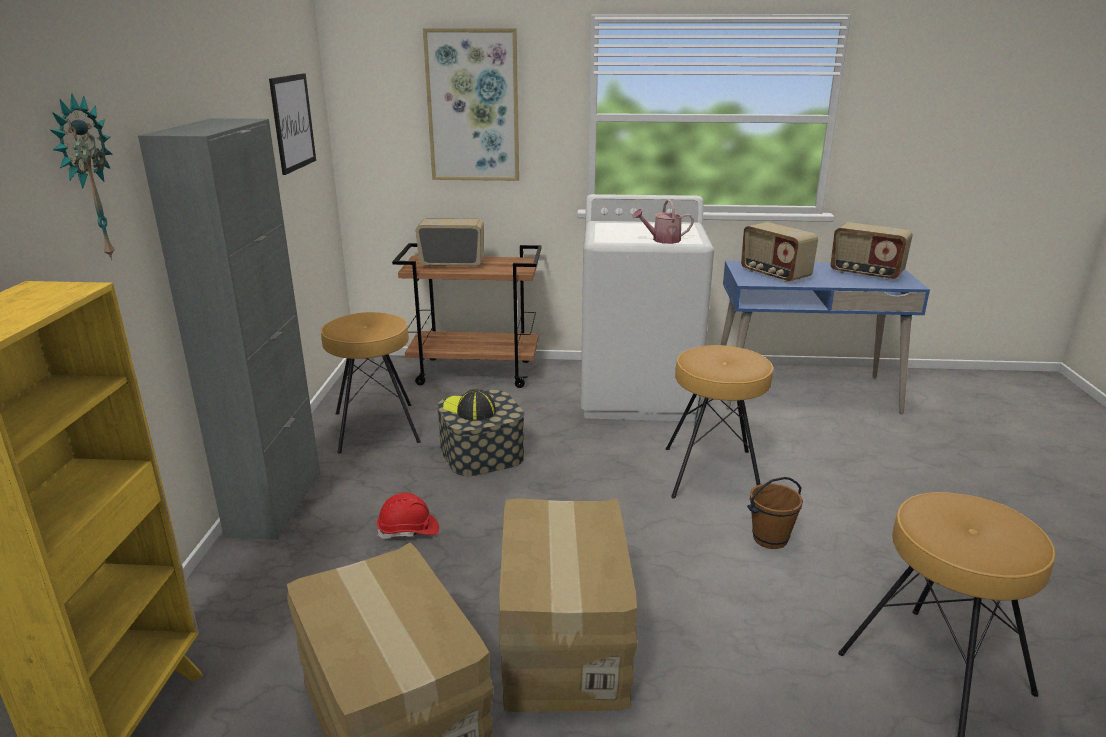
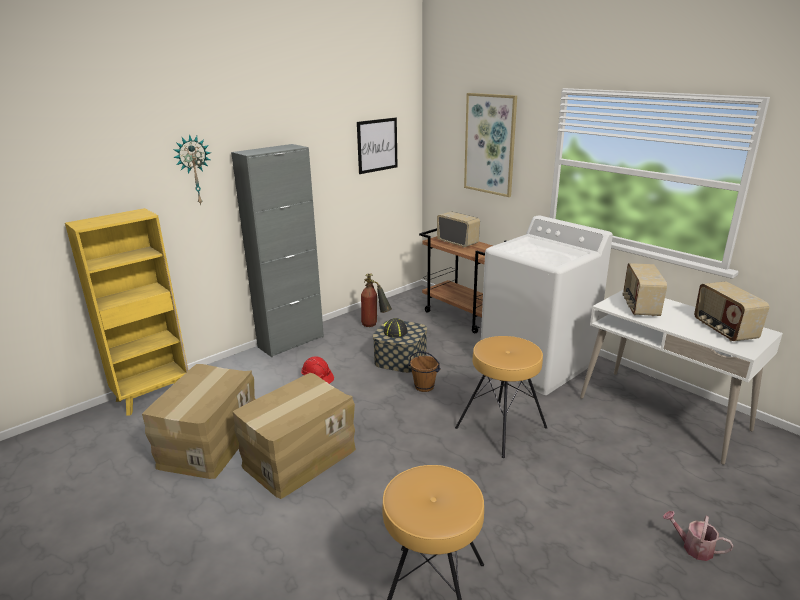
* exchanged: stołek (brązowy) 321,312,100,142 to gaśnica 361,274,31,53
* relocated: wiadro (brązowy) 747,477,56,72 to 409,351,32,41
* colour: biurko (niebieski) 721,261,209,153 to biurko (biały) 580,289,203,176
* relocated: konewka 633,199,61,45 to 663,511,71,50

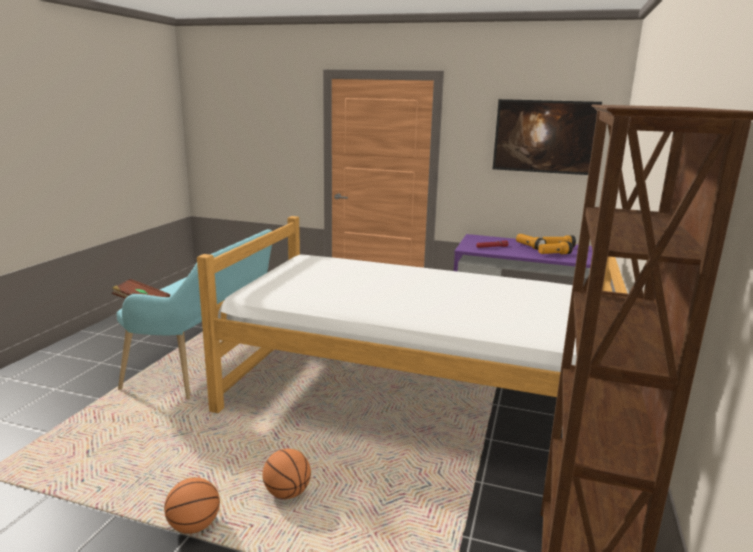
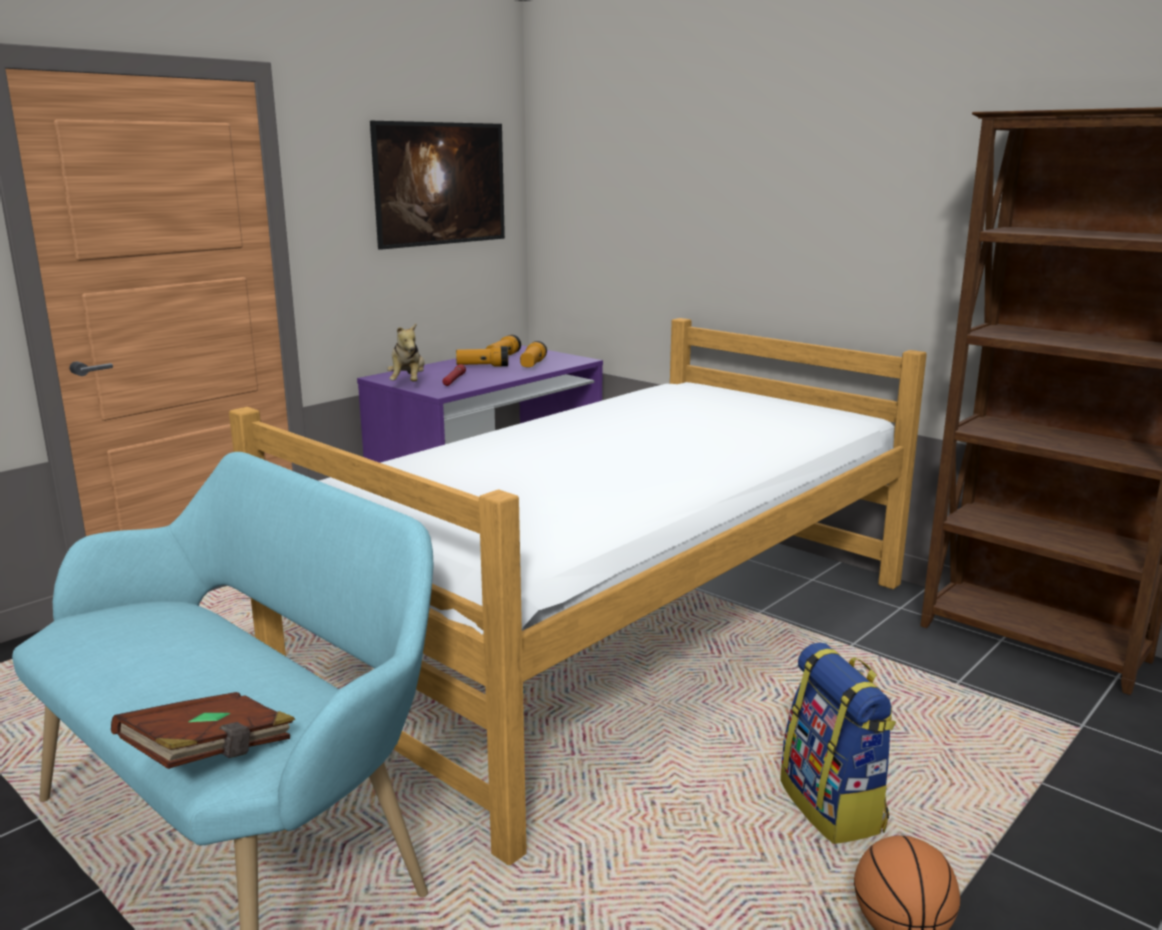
* appeared: pluszak 387,324,38,57
* exchanged: piłka do koszykówki 262,449,49,50 to plecak 780,642,116,202

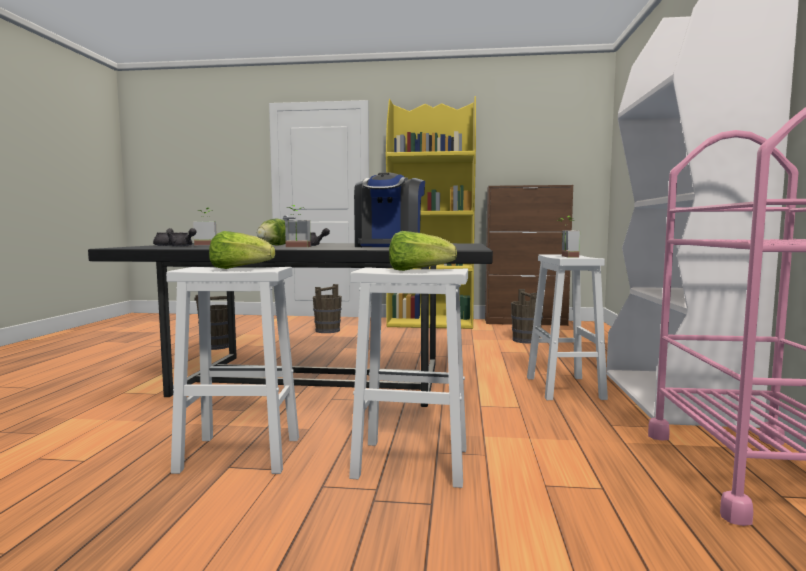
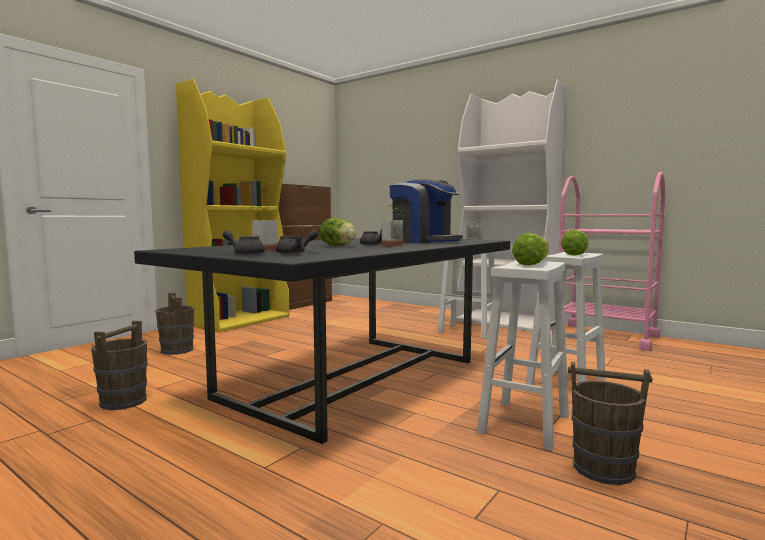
* relocated: wiadro (brązowy) 511,289,33,55 to 568,361,84,124

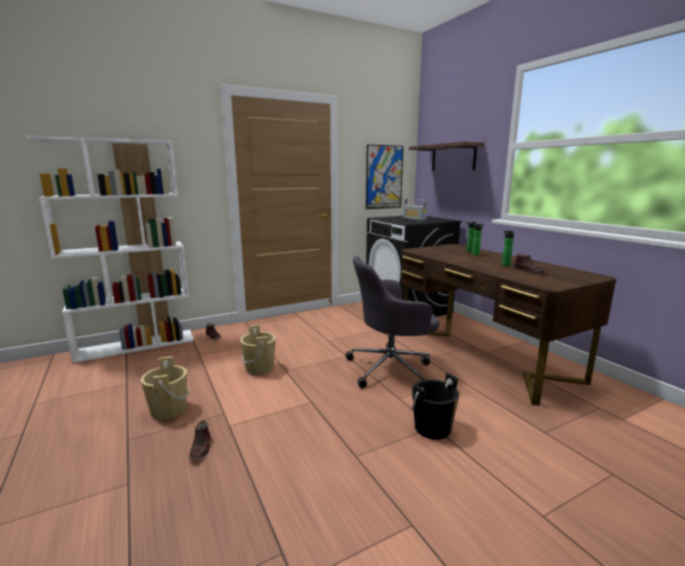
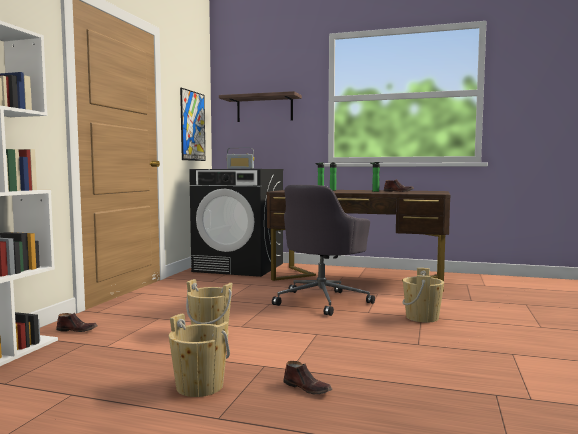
* colour: wiadro (czarny) 411,373,48,67 to wiadro (beżowy) 403,268,41,55

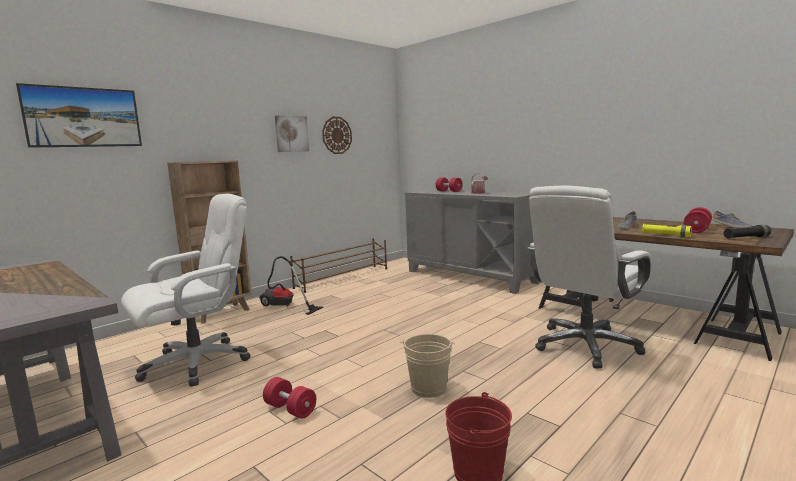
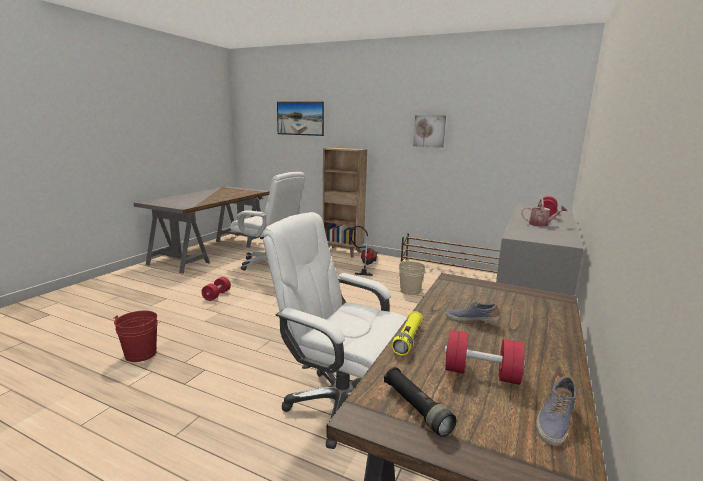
* relocated: wiadro (beżowy) 401,334,54,64 to 399,259,27,36
* missing: zegar ścienny 322,117,30,37

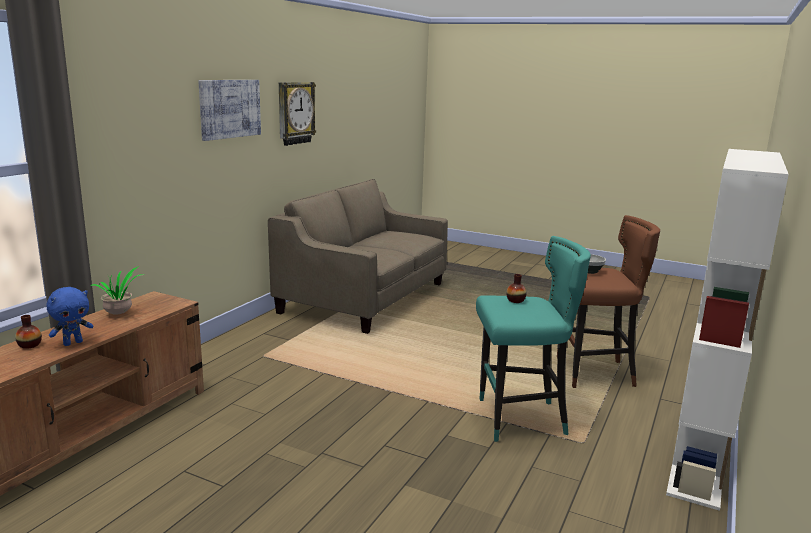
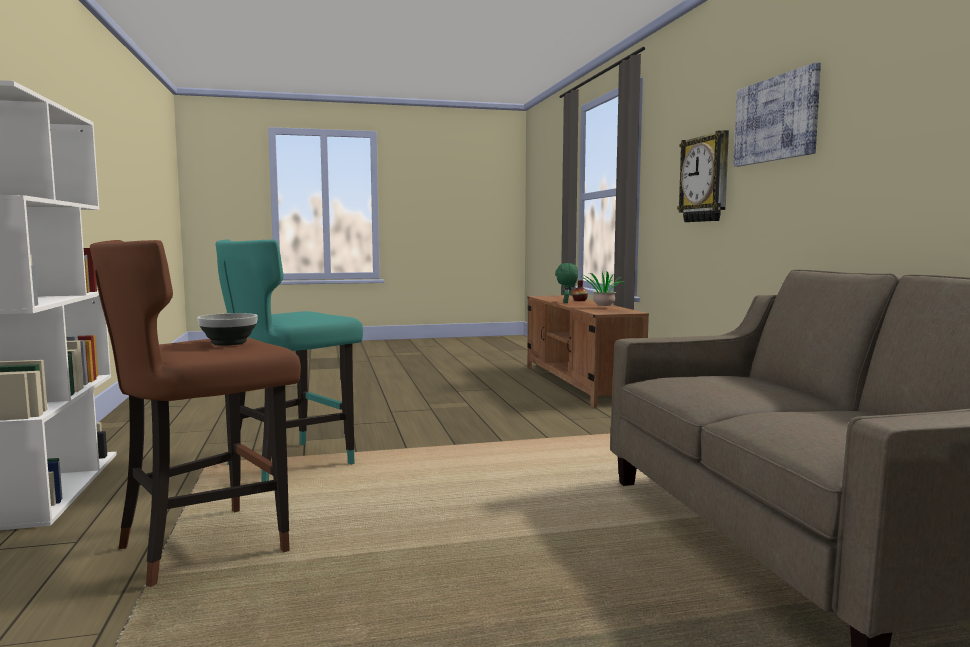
* colour: pluszak (niebieski) 46,287,47,59 to pluszak (zielony) 555,263,23,40
* relocated: zegar ścienny 279,82,37,64 to 677,130,52,92
* missing: wazon 506,274,20,29

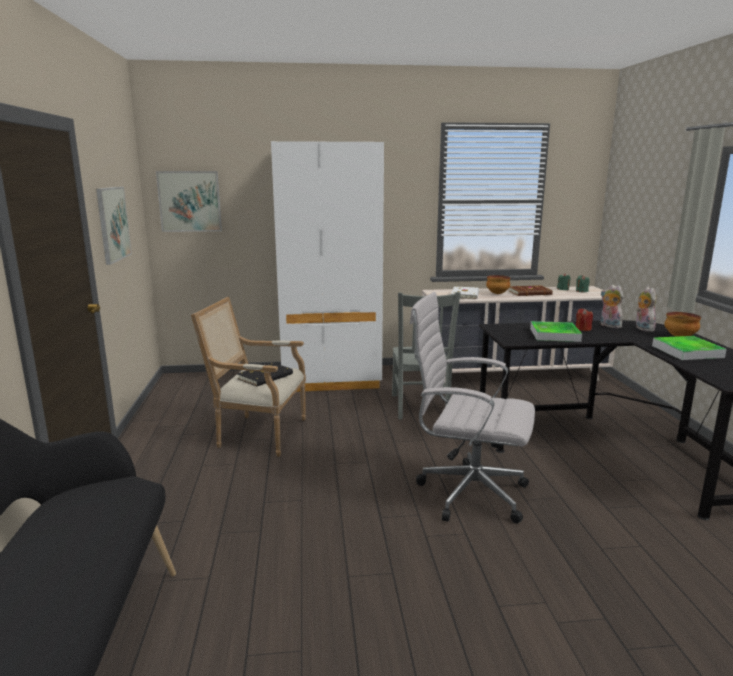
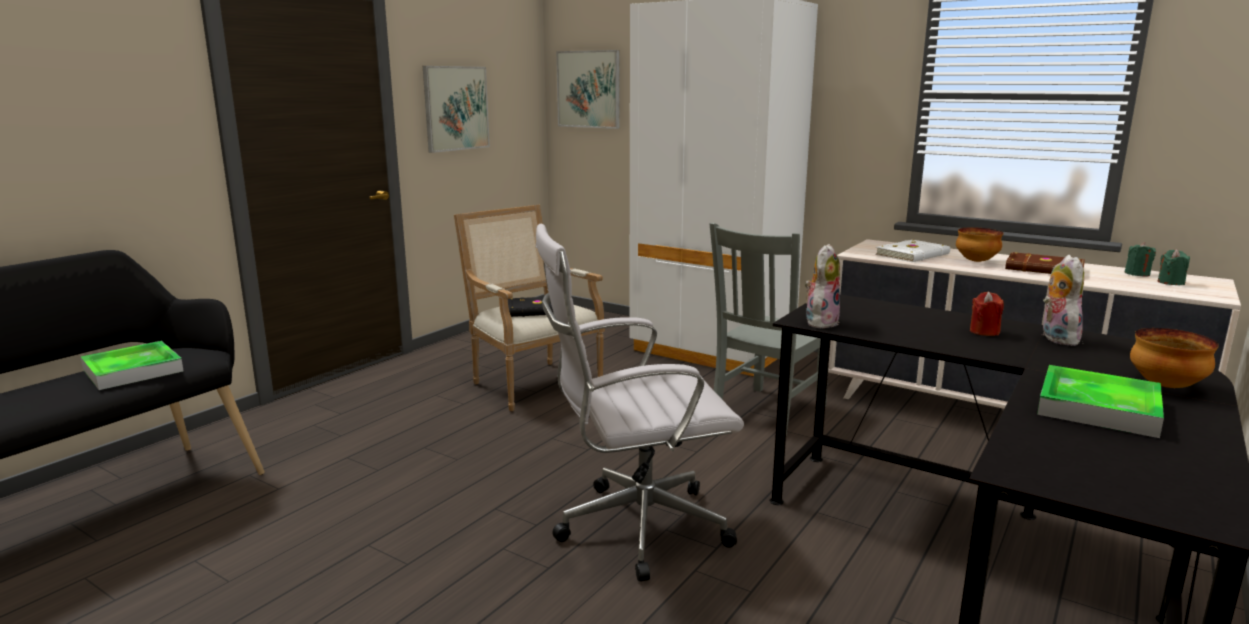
* relocated: taca 530,321,52,21 to 81,341,102,49
* spun: krzesło biurowe (biały) 410,292,125,232 = 536,224,208,358 75 degrees counterclockwise
* relocated: pluszak 636,287,20,45 to 805,244,35,84

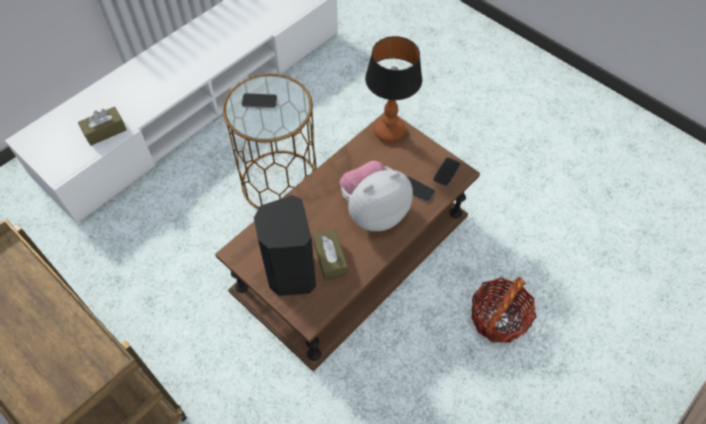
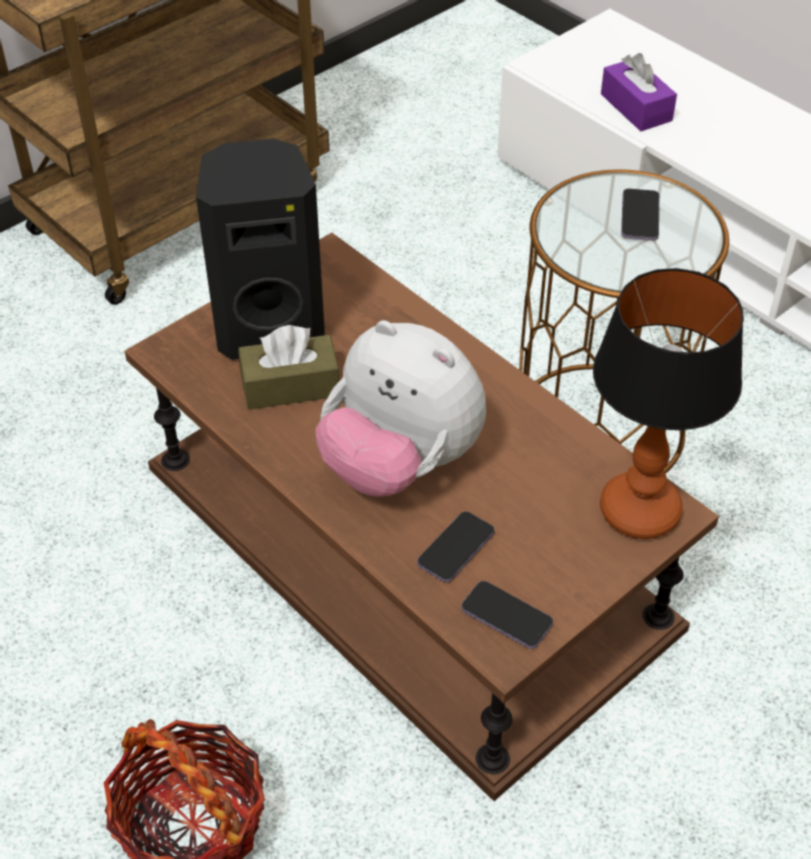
* spun: pluszak 340,161,73,70 = 316,320,170,177 150 degrees clockwise
* colour: pudełko chusteczek (brązowy) 78,107,49,39 to pudełko chusteczek (fioletowy) 601,53,76,78

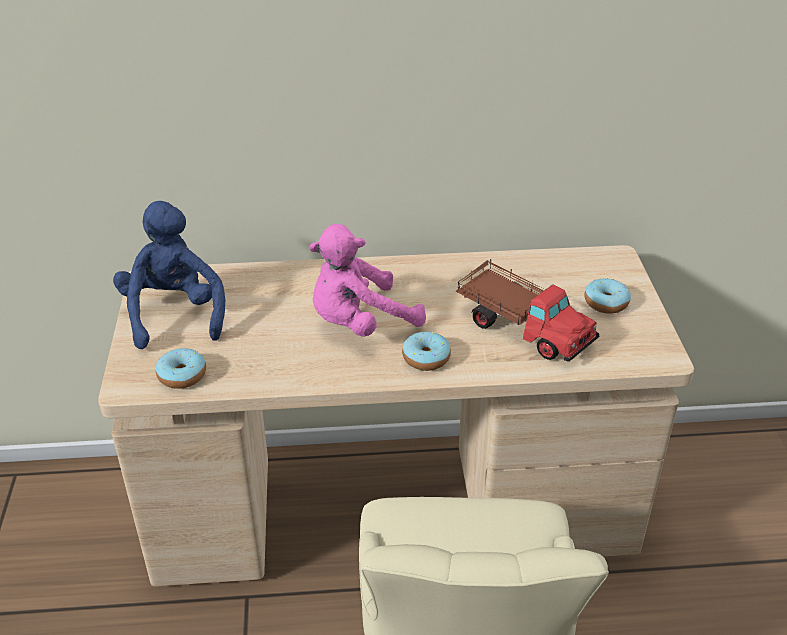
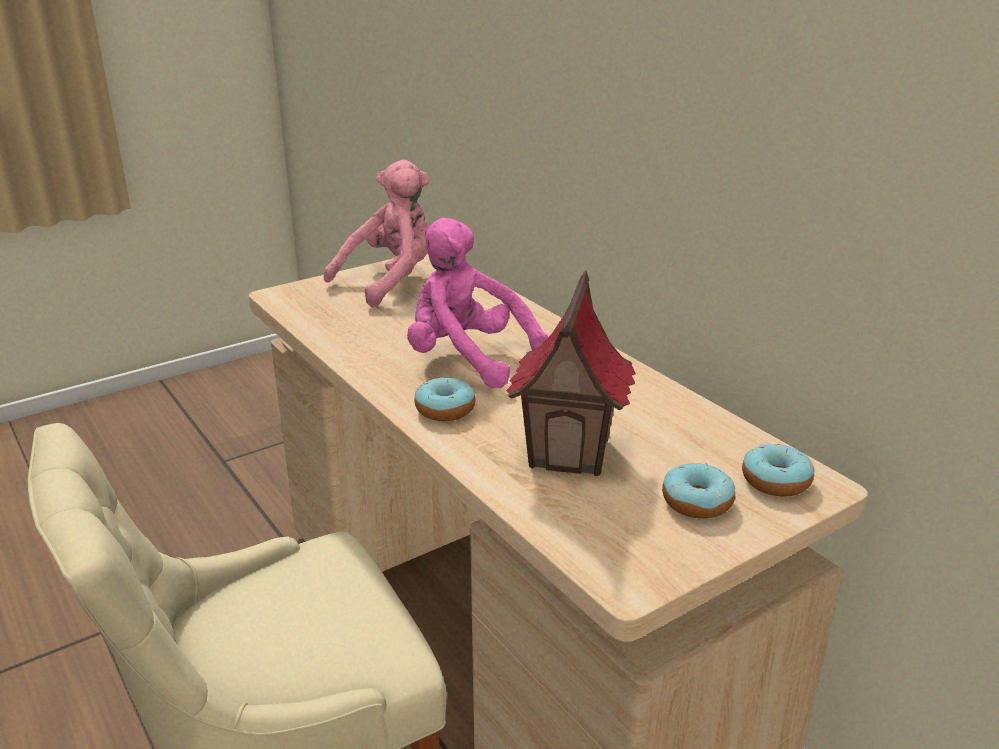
* colour: pluszak (niebieski) 113,201,112,148 to pluszak (różowy) 324,160,106,147
* exchanged: ciężarówka zabawkowa 455,259,144,103 to domek 506,270,130,206
* relocated: donut 156,348,50,41 to 742,444,73,53

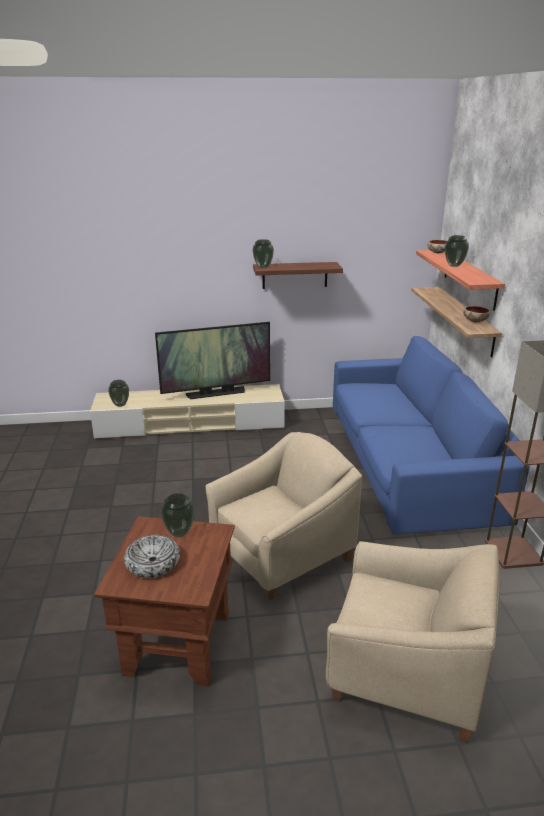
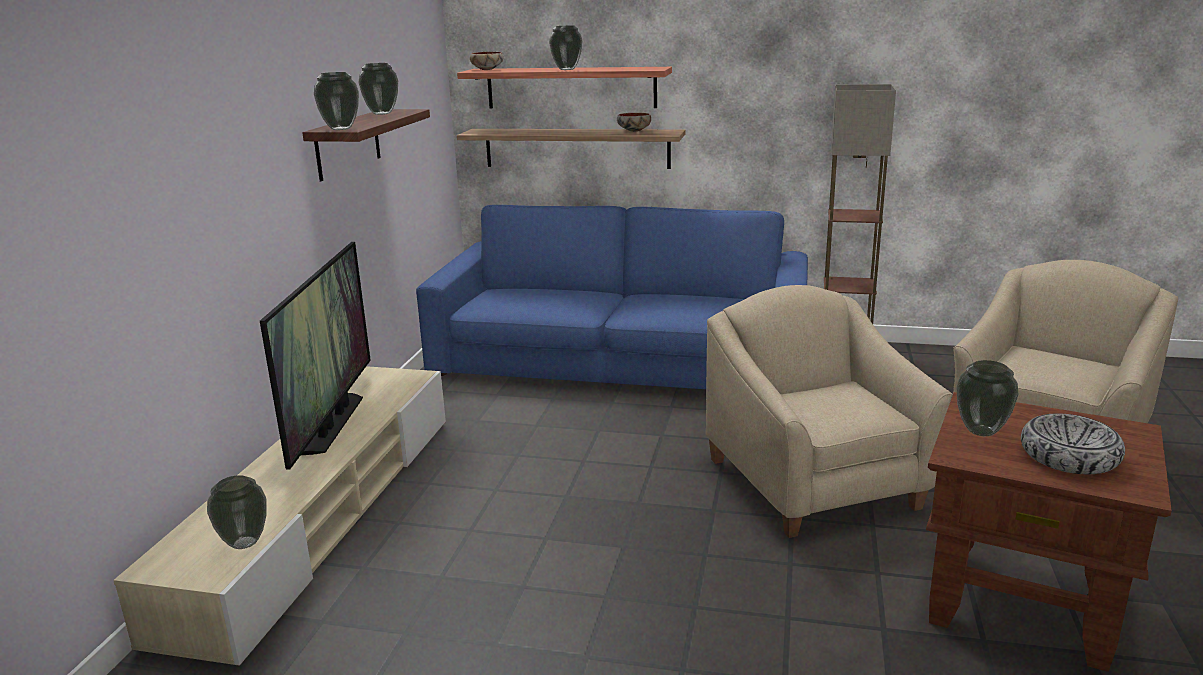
* appeared: wazon 359,63,39,52

